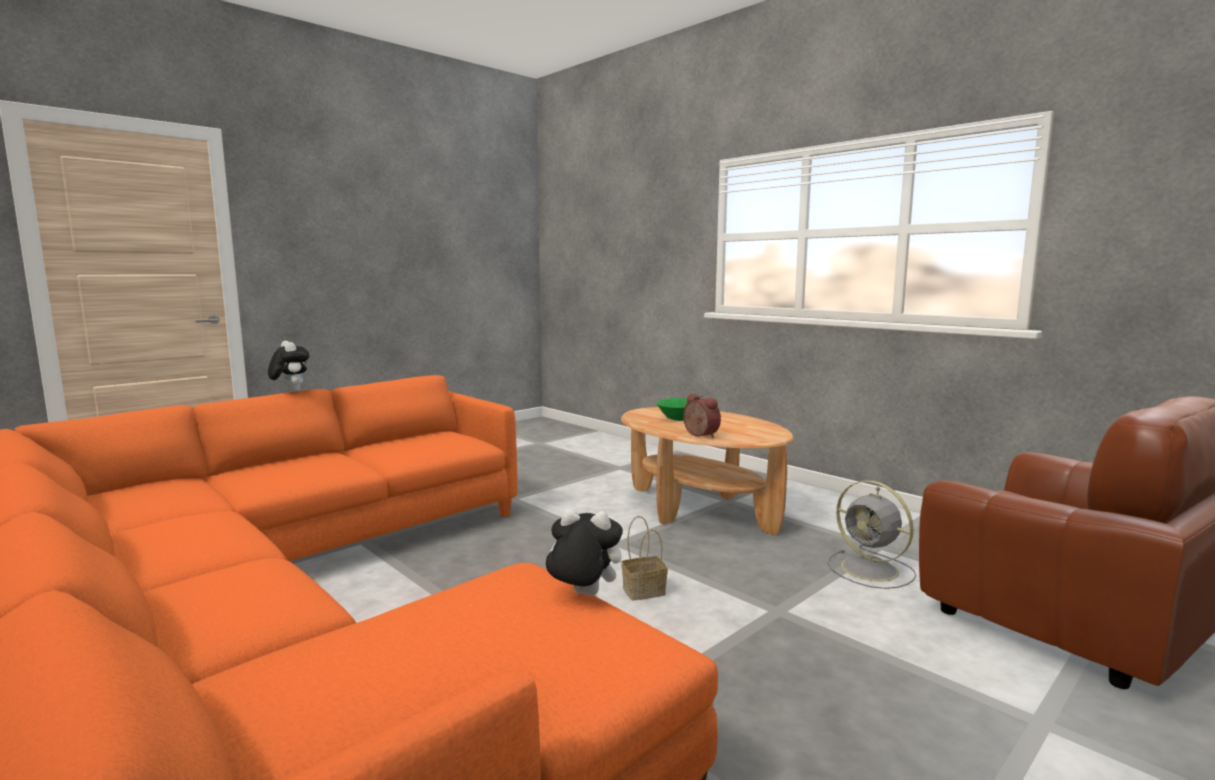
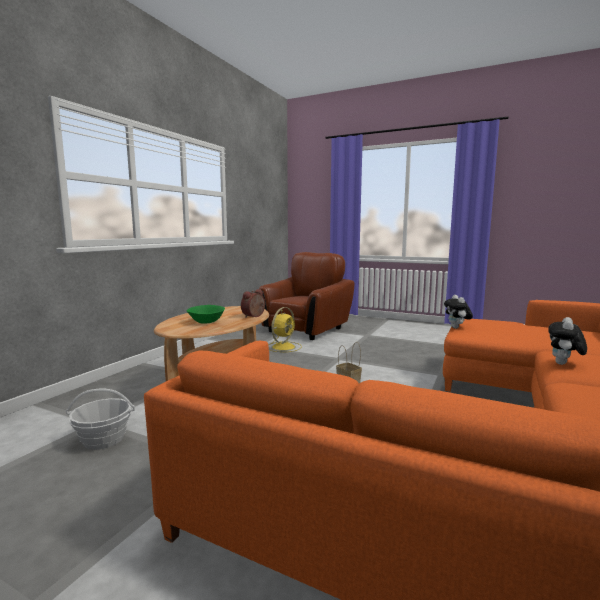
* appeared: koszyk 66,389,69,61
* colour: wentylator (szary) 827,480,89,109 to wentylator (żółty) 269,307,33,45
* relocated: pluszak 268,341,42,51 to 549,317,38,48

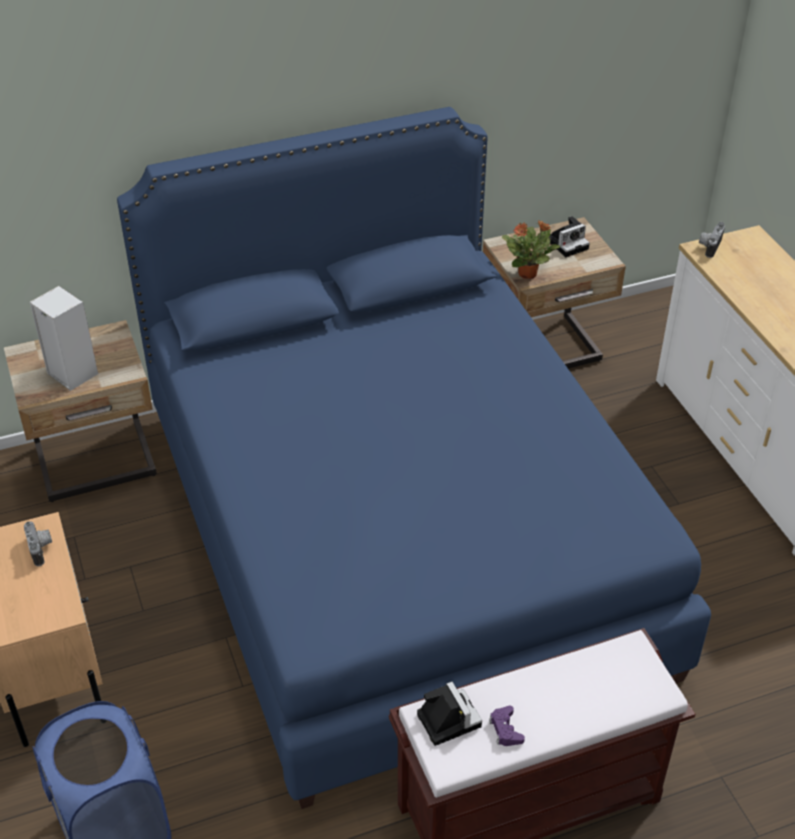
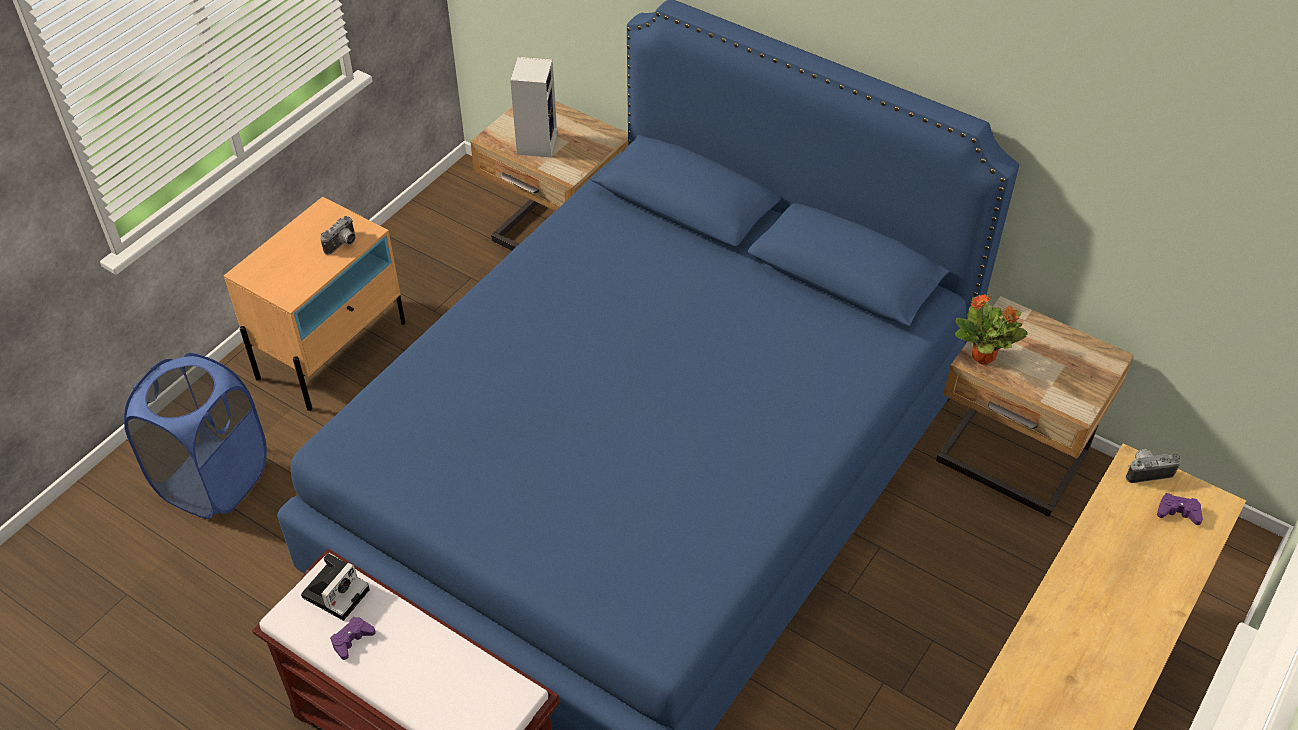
* appeared: pad do gier (fioletowy) 1157,493,46,32
* missing: aparat fotograficzny 549,216,41,41

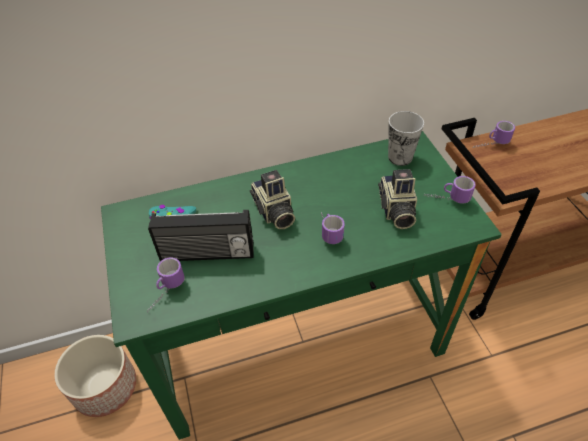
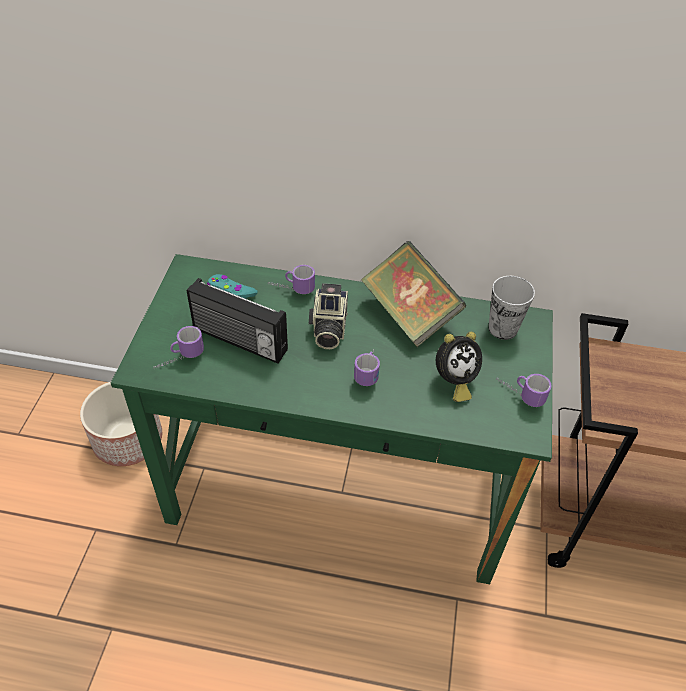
* relocated: kubek 473,121,42,27 to 268,265,47,29
* appeared: książka 361,241,105,106
* exchanged: aparat fotograficzny 378,169,39,60 to budzik 436,332,46,70

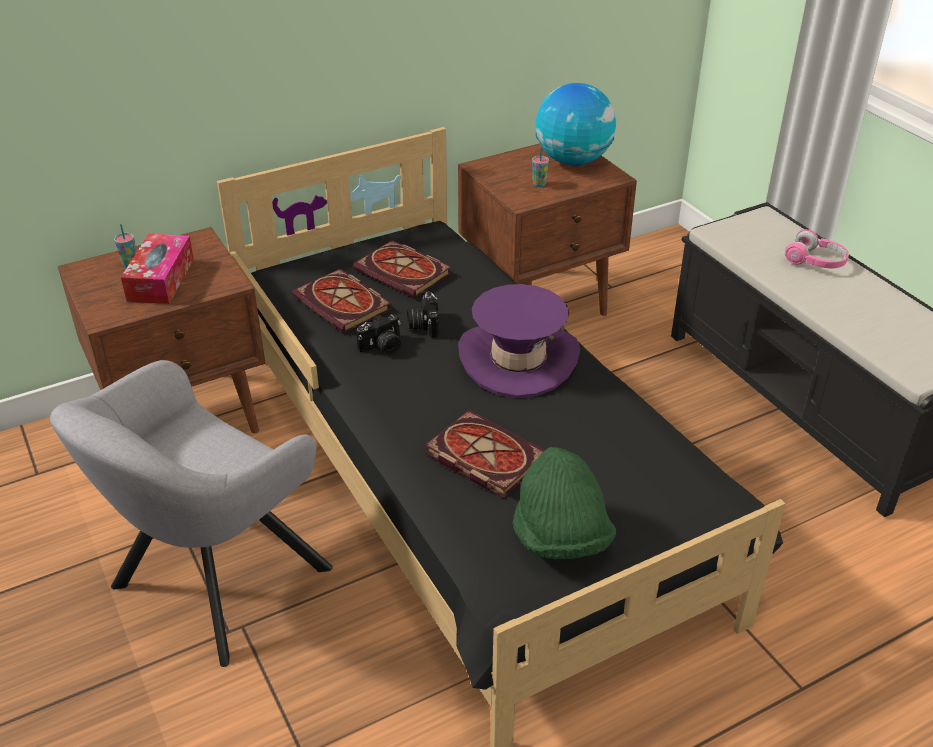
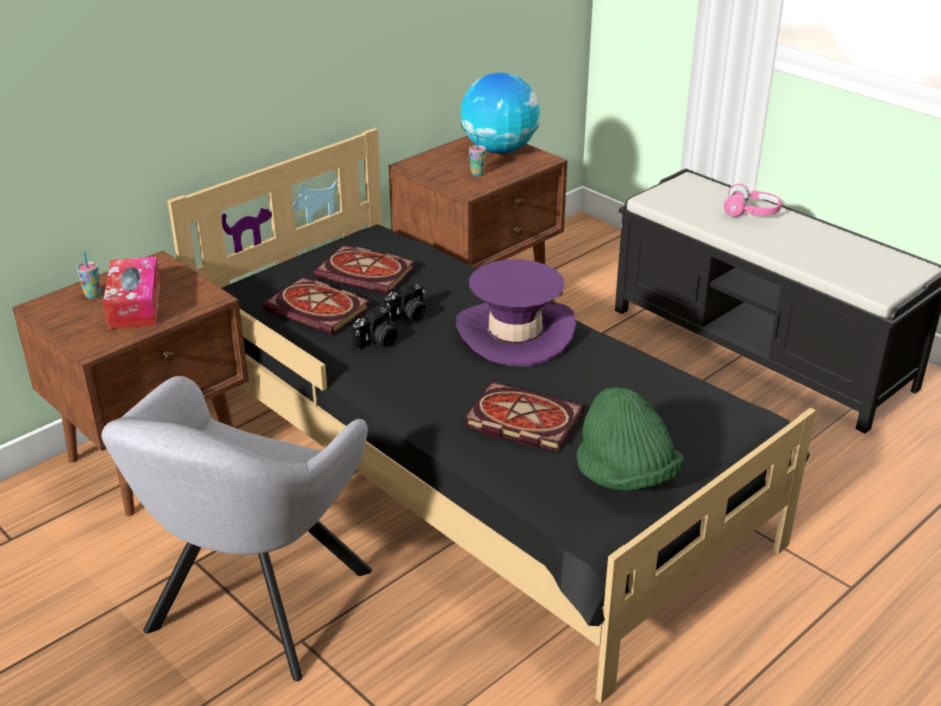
* spun: aparat fotograficzny 407,291,32,47 = 383,284,45,38 105 degrees counterclockwise

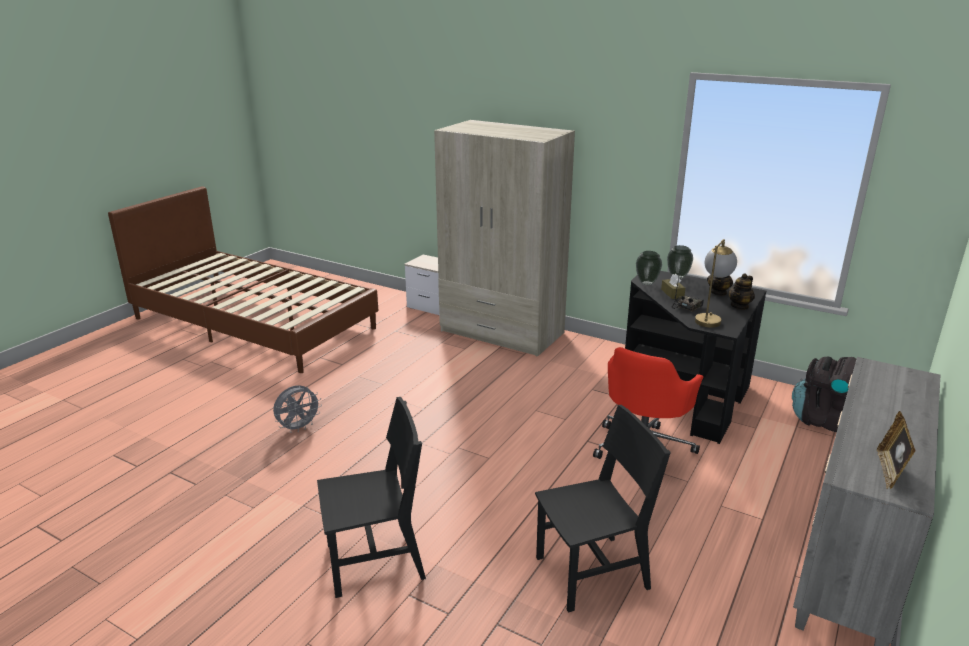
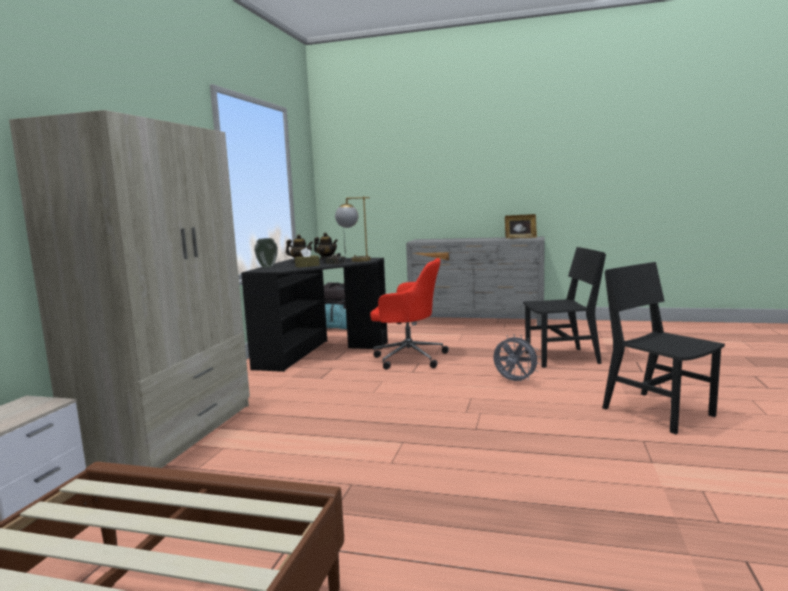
* relocated: wentylator (szary) 273,385,49,48 to 494,334,47,47
* spun: krzesło (czarny) 535,405,136,208 = 523,247,83,121 120 degrees clockwise
* missing: wazon 636,251,26,34

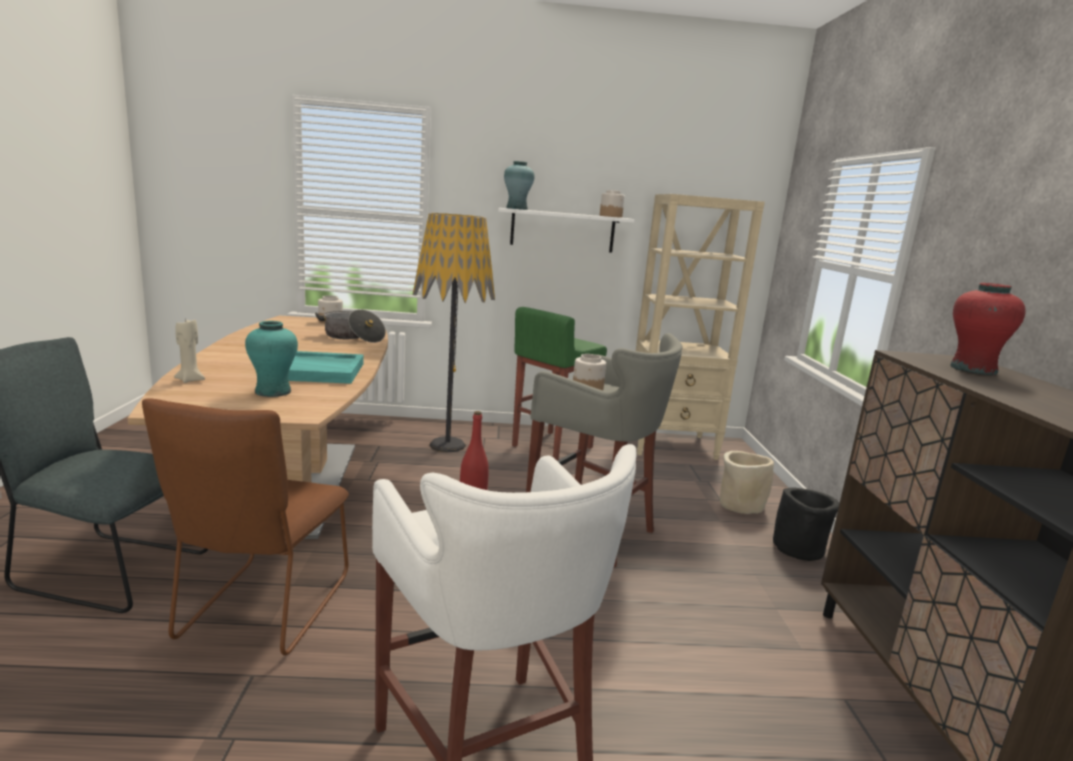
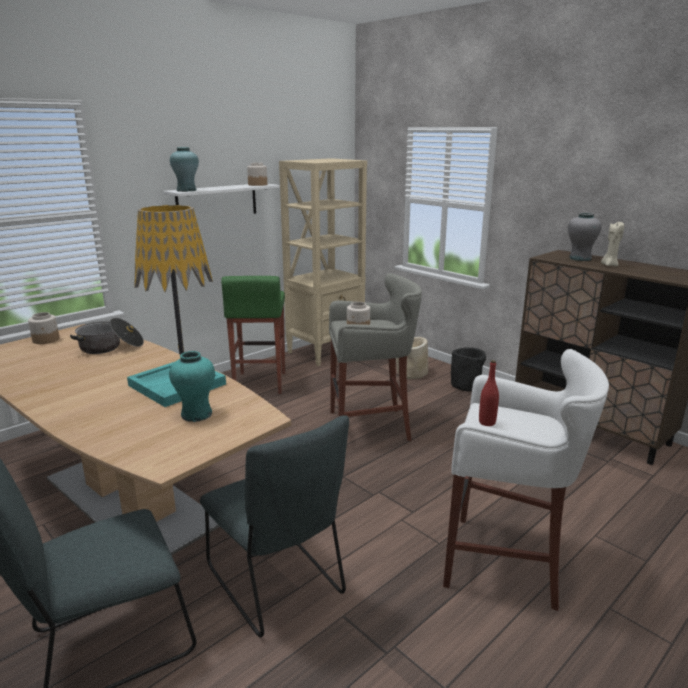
* colour: krzesło (brązowy) 142,398,207,258 to krzesło (szary) 200,415,149,223
* colour: wazon (czerwony) 950,283,76,92 to wazon (szary) 568,212,34,49
* relocated: świeca (beżowy) 174,318,31,65 to 601,222,23,45

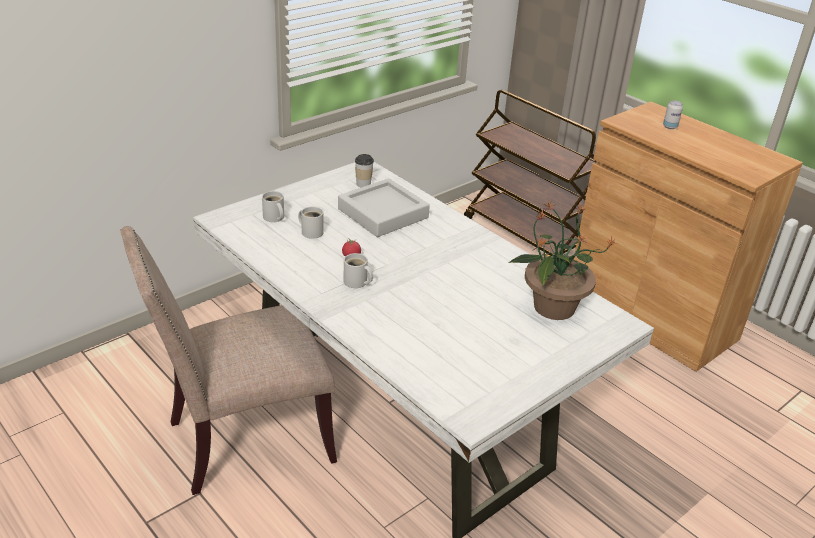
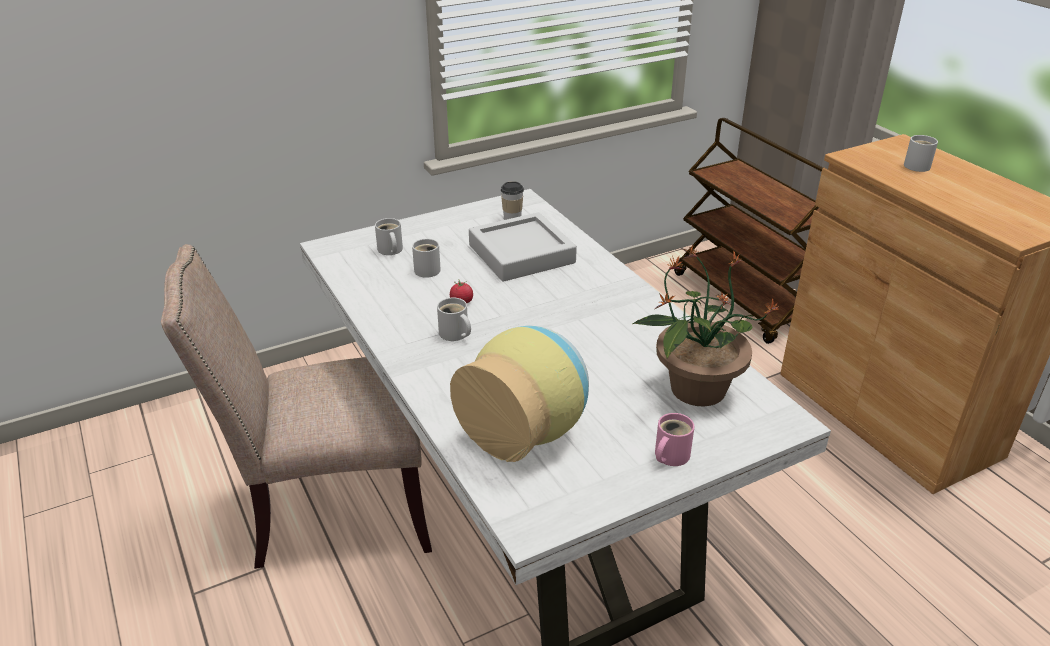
* appeared: wazon 450,326,139,136
* appeared: kubek (różowy) 655,413,39,53
* exchanged: puszka 663,100,20,29 to kubek (biały) 904,135,34,37

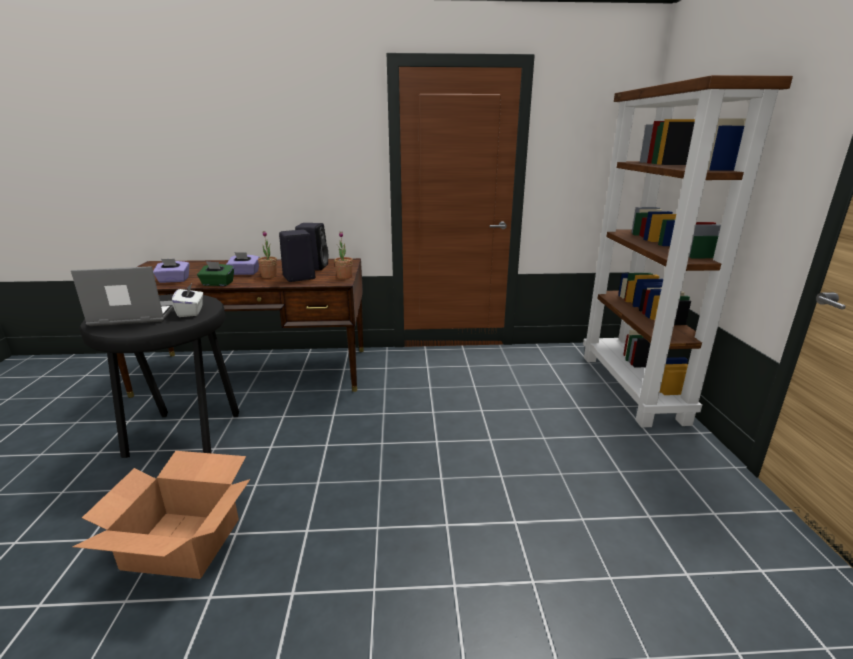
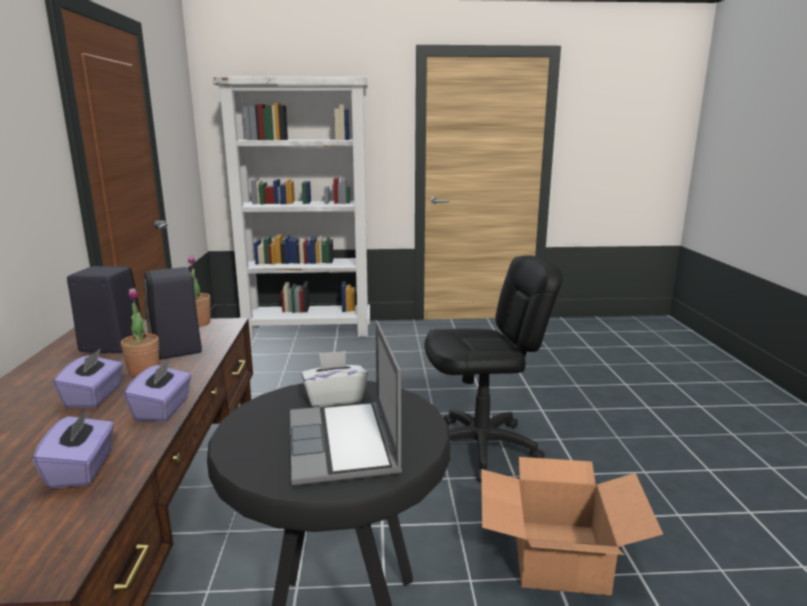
* colour: pudełko chusteczek (zielony) 197,261,37,25 to pudełko chusteczek (fioletowy) 124,360,68,61
* colour: regał (brązowy) 583,75,210,352 to regał (biały) 213,76,157,263
* appeared: krzesło biurowe (czarny) 424,255,138,227

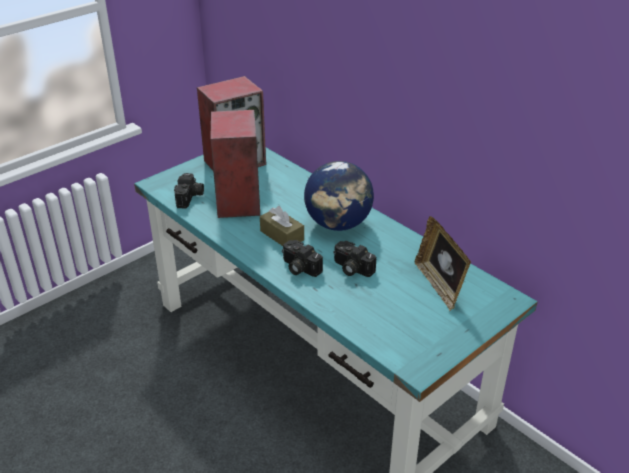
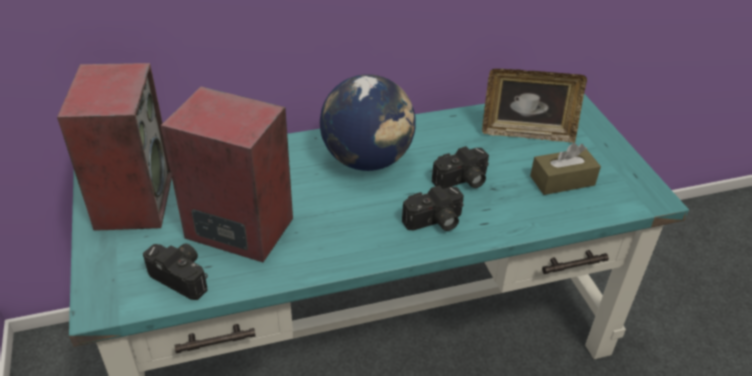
* relocated: pudełko chusteczek (brązowy) 260,206,44,40 to 530,143,71,52

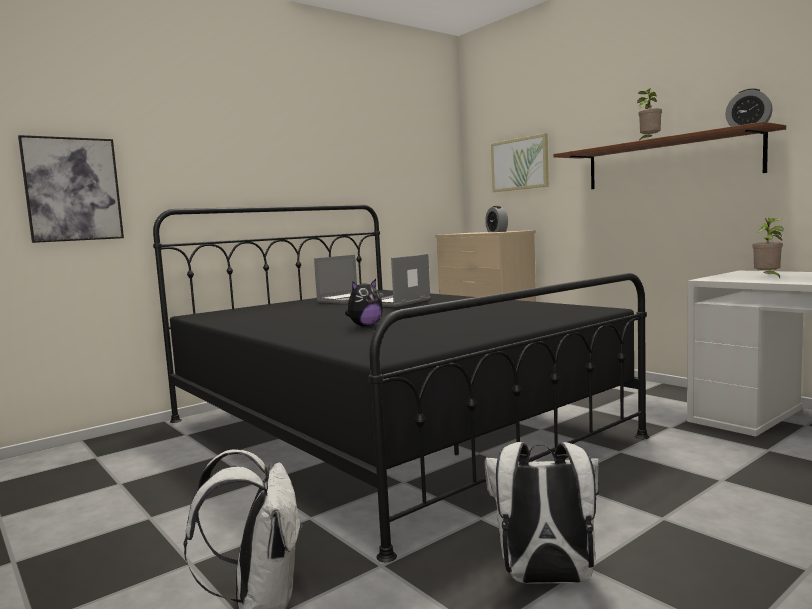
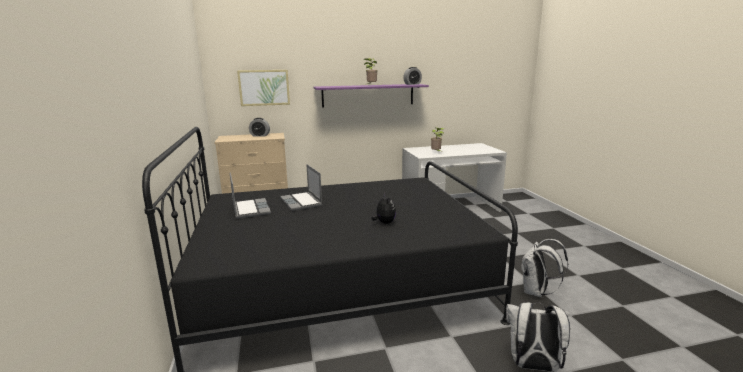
* colour: półka (brązowy) 554,122,232,67 to półka (fioletowy) 313,84,116,24
* missing: obraz 18,135,106,108

